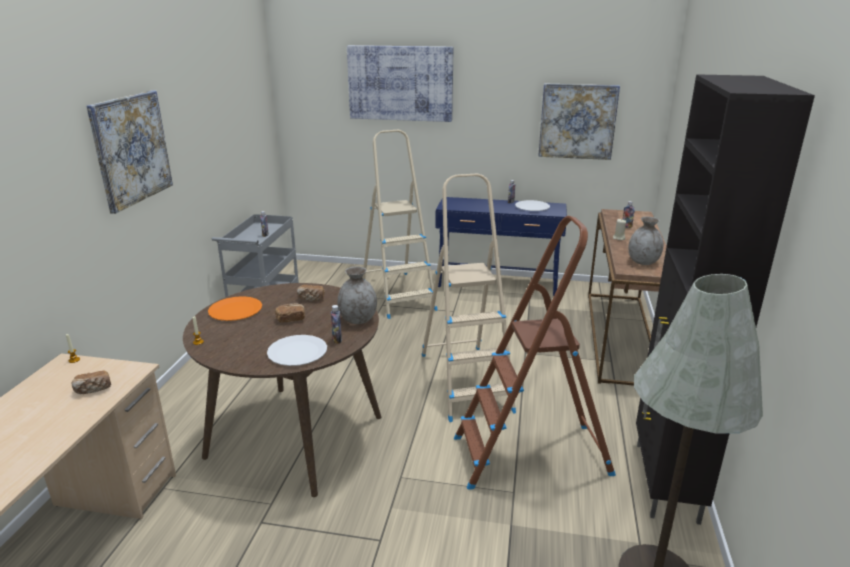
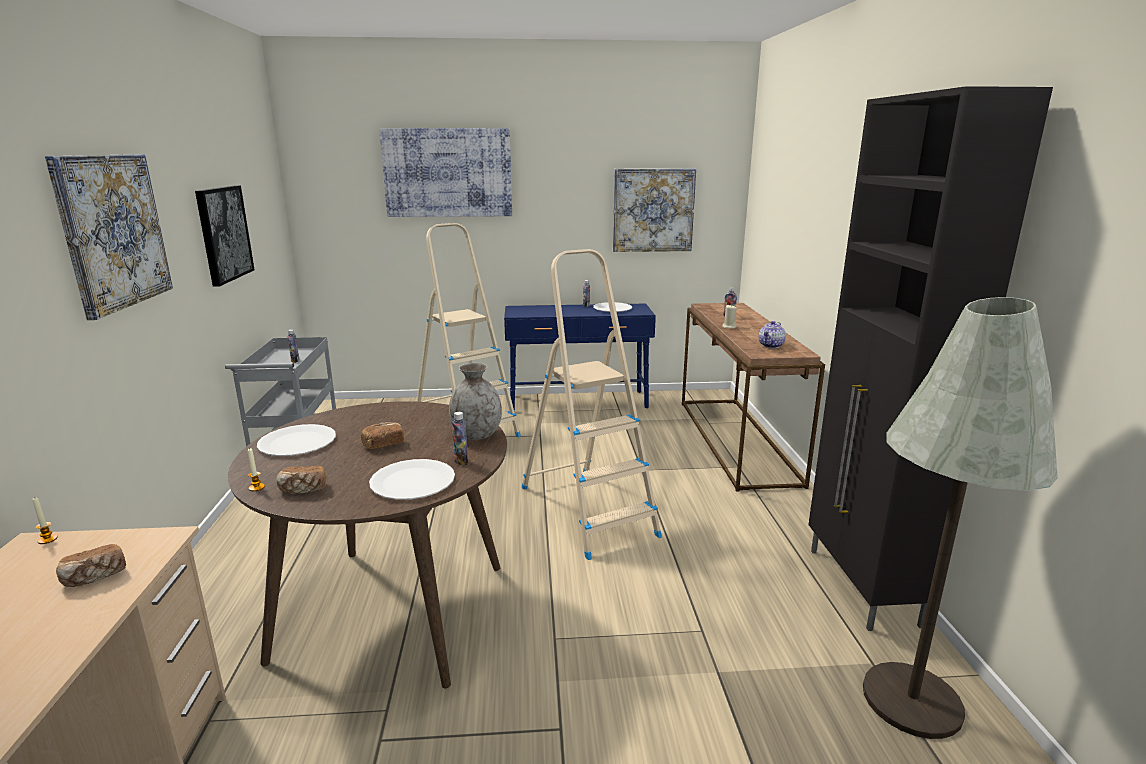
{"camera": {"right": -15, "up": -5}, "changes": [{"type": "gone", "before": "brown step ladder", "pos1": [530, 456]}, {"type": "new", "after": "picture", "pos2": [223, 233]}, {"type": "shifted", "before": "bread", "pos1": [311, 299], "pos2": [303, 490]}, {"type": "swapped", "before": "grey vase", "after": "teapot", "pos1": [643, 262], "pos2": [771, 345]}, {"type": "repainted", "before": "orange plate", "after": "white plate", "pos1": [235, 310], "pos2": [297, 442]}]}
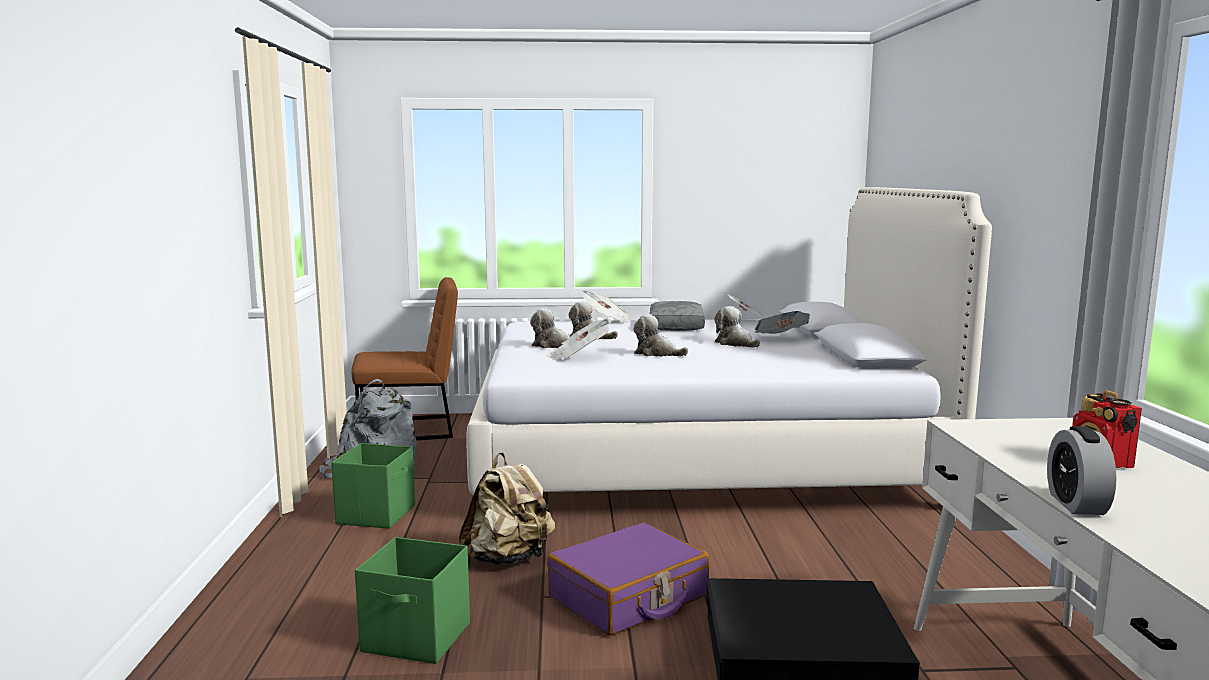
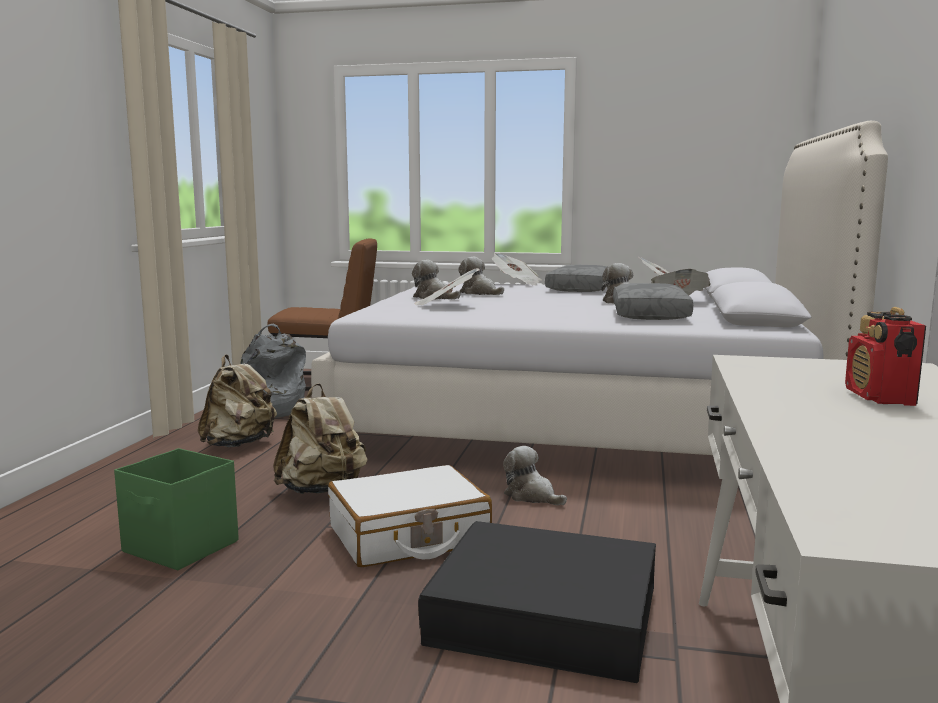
{"camera": {"right": 15, "up": 0}, "changes": [{"type": "gone", "before": "alarm clock", "pos1": [1076, 504]}, {"type": "new", "after": "grey pillow", "pos2": [651, 315]}, {"type": "shifted", "before": "plush toy", "pos1": [656, 353], "pos2": [532, 496]}, {"type": "swapped", "before": "green storage box", "after": "beige backpack", "pos1": [377, 514], "pos2": [239, 444]}, {"type": "repainted", "before": "purple suitcase", "after": "white suitcase", "pos1": [628, 597], "pos2": [409, 536]}]}
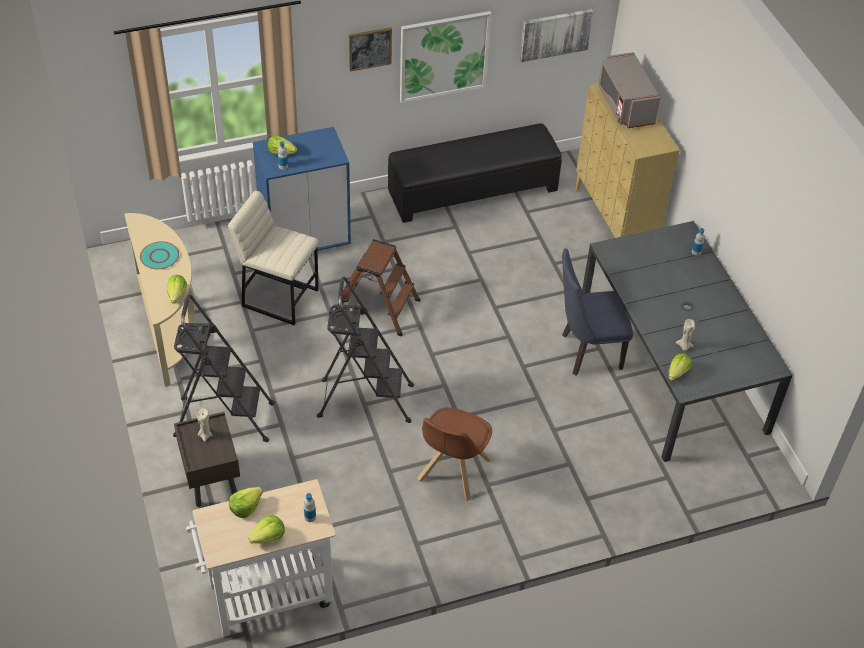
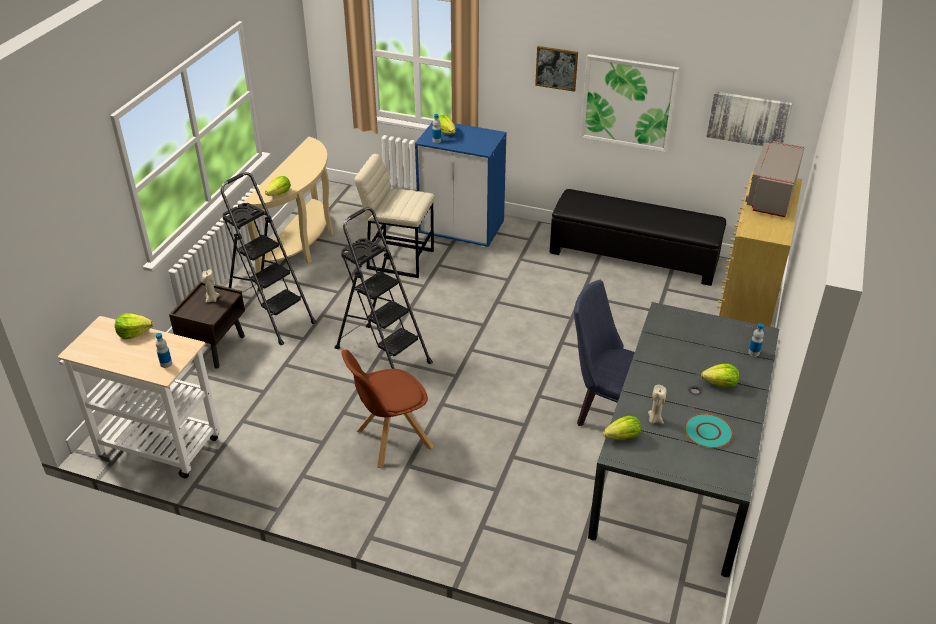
{"camera": {"right": 40, "up": -10}, "changes": [{"type": "gone", "before": "brown step ladder", "pos1": [376, 307]}, {"type": "shifted", "before": "turquoise plate", "pos1": [160, 256], "pos2": [708, 432]}, {"type": "shifted", "before": "lettuce", "pos1": [268, 537], "pos2": [720, 384]}, {"type": "rotated", "before": "beige chair", "pos1": [278, 297], "pos2": [398, 259], "turn": -45}]}
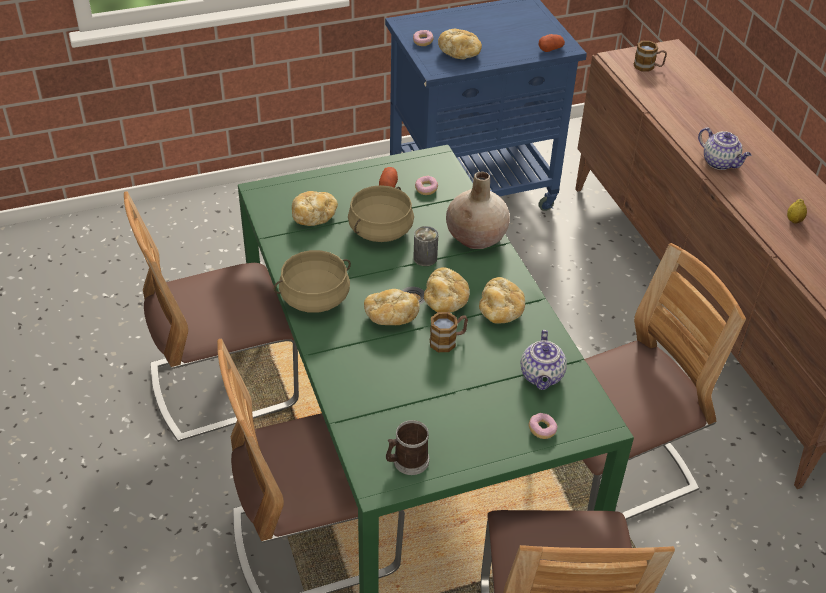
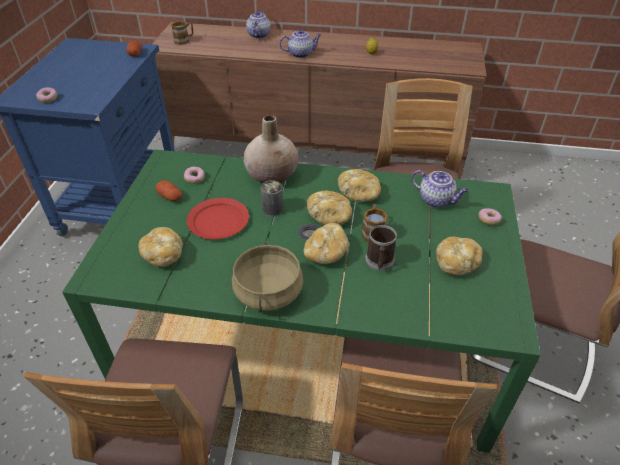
{"camera": {"right": -60, "up": 0}, "changes": [{"type": "new", "after": "teapot", "pos2": [258, 35]}, {"type": "shifted", "before": "mug", "pos1": [407, 461], "pos2": [379, 262]}, {"type": "shifted", "before": "bread", "pos1": [460, 53], "pos2": [456, 263]}, {"type": "swapped", "before": "beige cooking pot", "after": "red plate", "pos1": [380, 229], "pos2": [218, 220]}]}
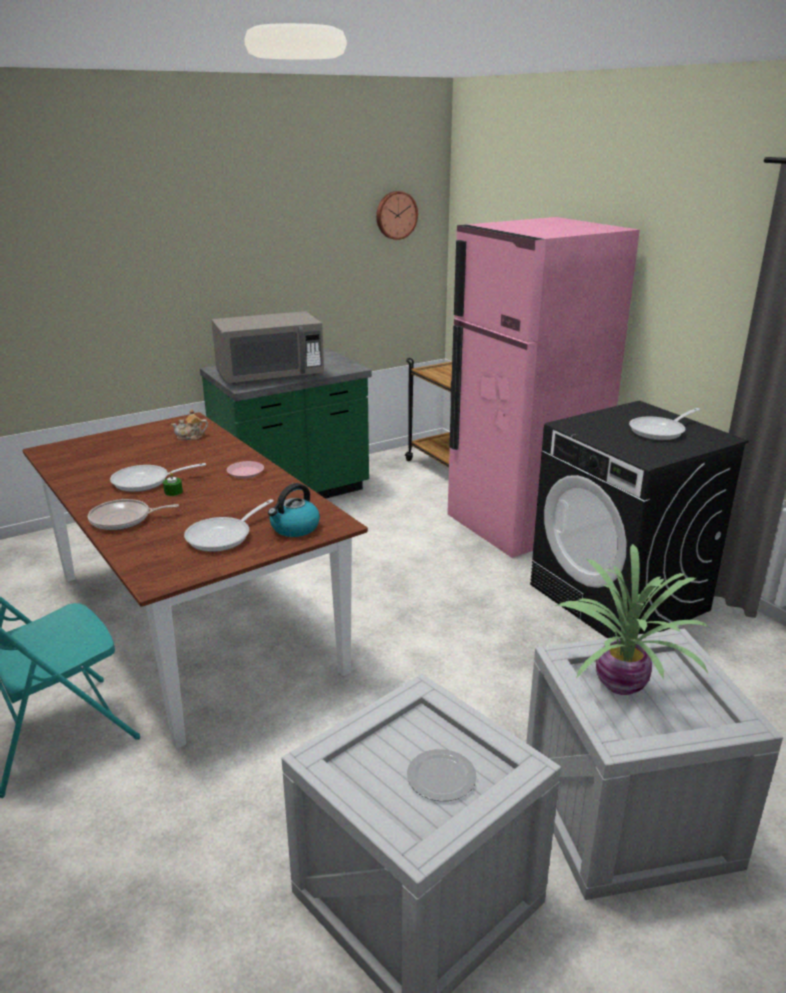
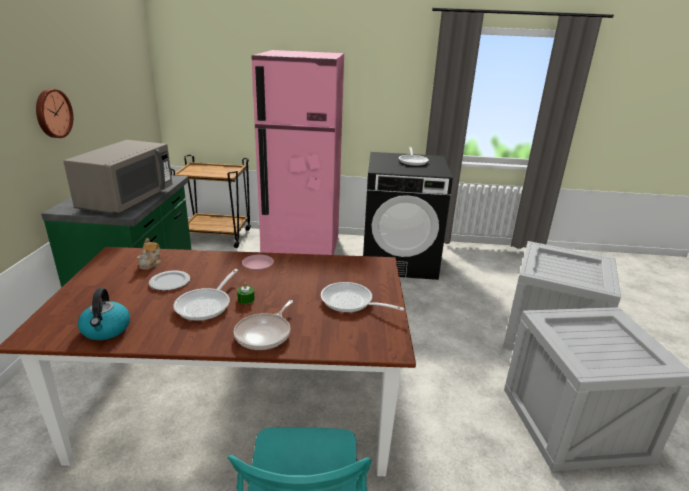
{"camera": {"right": -55, "up": 0}, "changes": [{"type": "gone", "before": "potted plant", "pos1": [618, 685]}, {"type": "shifted", "before": "kettle", "pos1": [294, 528], "pos2": [106, 330]}, {"type": "shifted", "before": "wall clock", "pos1": [395, 215], "pos2": [52, 113]}, {"type": "shifted", "before": "plate", "pos1": [440, 777], "pos2": [169, 282]}, {"type": "rotated", "before": "frying pan", "pos1": [223, 536], "pos2": [351, 302], "turn": 135}]}
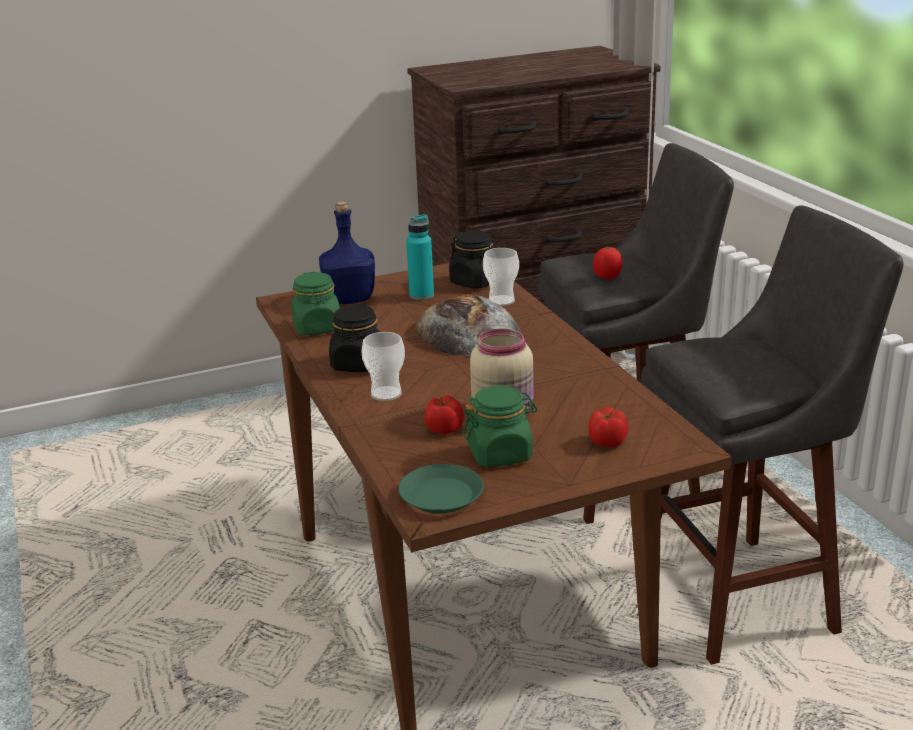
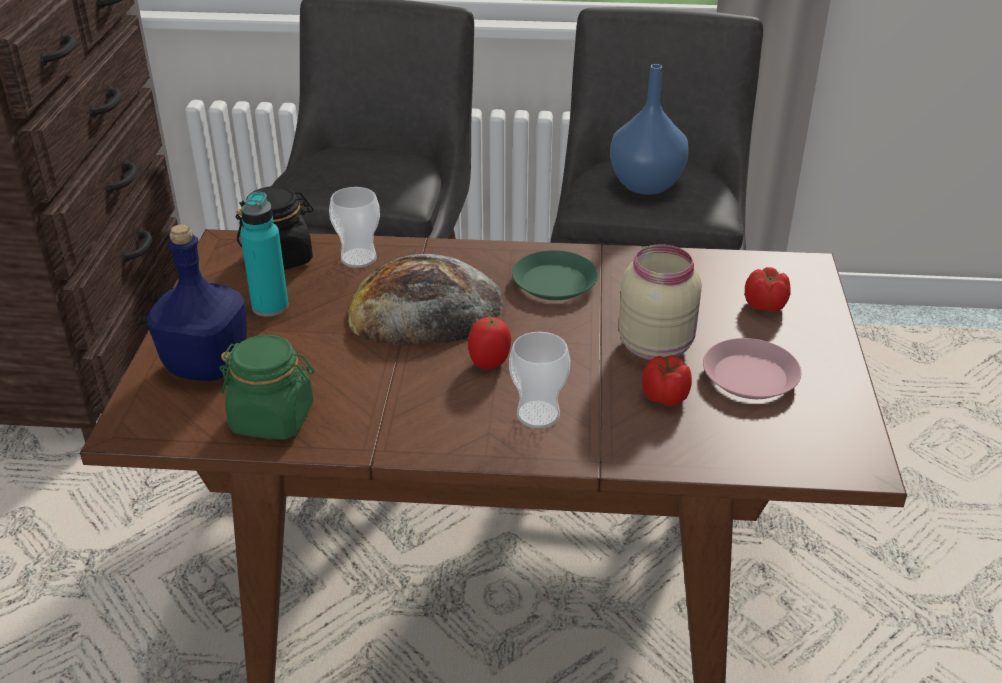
{"camera": {"right": -65, "up": 10}, "changes": [{"type": "gone", "before": "black jar", "pos1": [358, 364]}, {"type": "new", "after": "blue vase", "pos2": [646, 184]}, {"type": "shifted", "before": "green plate", "pos1": [442, 496], "pos2": [554, 282]}, {"type": "shifted", "before": "tomato", "pos1": [607, 277], "pos2": [490, 362]}, {"type": "swapped", "before": "green jar", "after": "pink plate", "pos1": [500, 454], "pos2": [750, 376]}]}
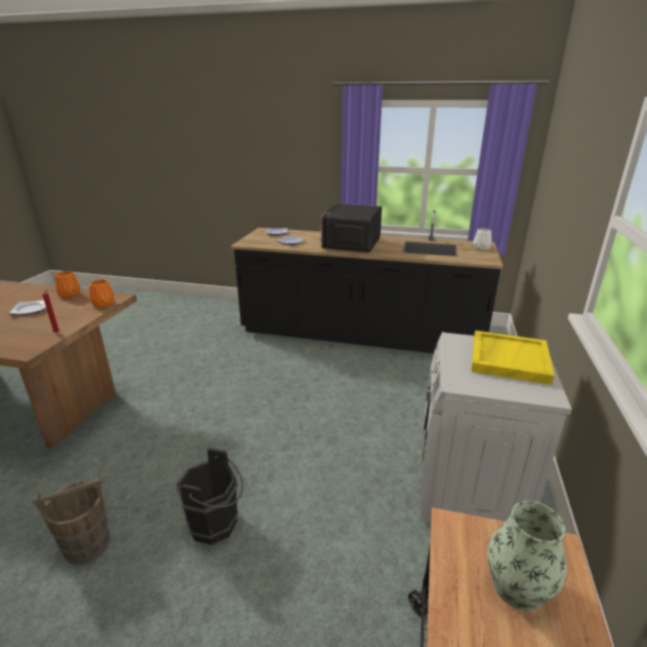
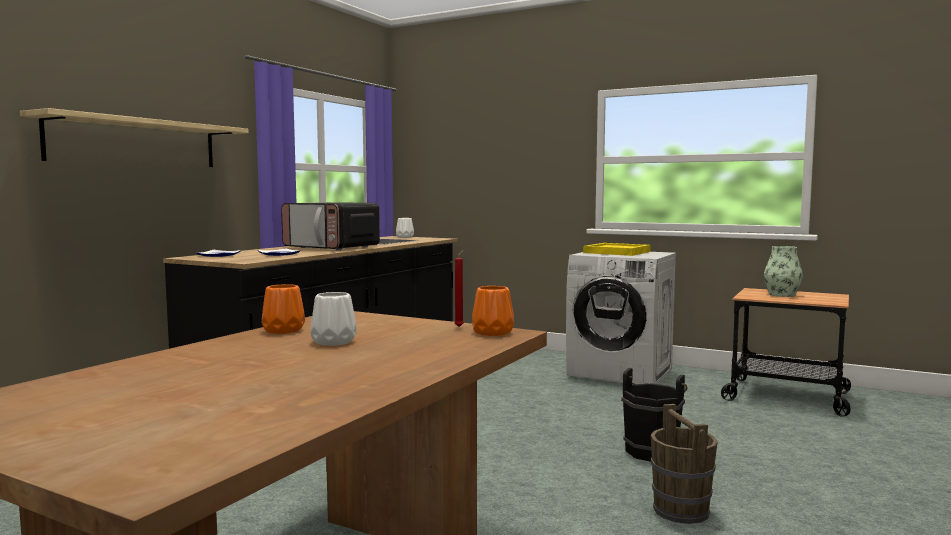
{"camera": {"right": -75, "up": -20}, "changes": [{"type": "new", "after": "shelf", "pos2": [135, 143]}, {"type": "shifted", "before": "orange vase", "pos1": [103, 304], "pos2": [492, 332]}, {"type": "swapped", "before": "plate", "after": "white vase", "pos1": [30, 309], "pos2": [332, 342]}]}
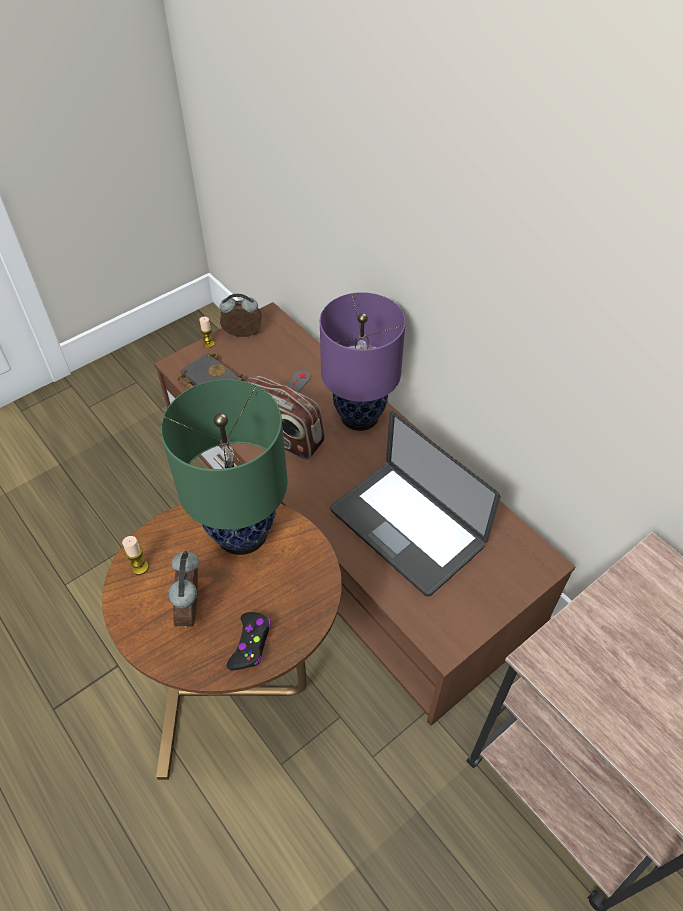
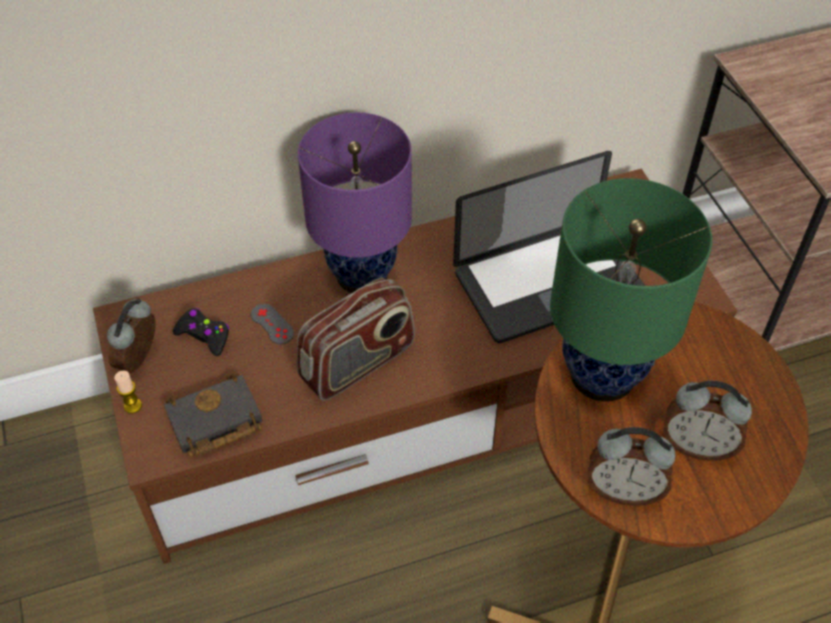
{"camera": {"right": -70, "up": 0}, "changes": [{"type": "shifted", "before": "black game controller", "pos1": [250, 644], "pos2": [204, 335]}, {"type": "swapped", "before": "candle", "after": "alarm clock", "pos1": [140, 567], "pos2": [623, 490]}]}
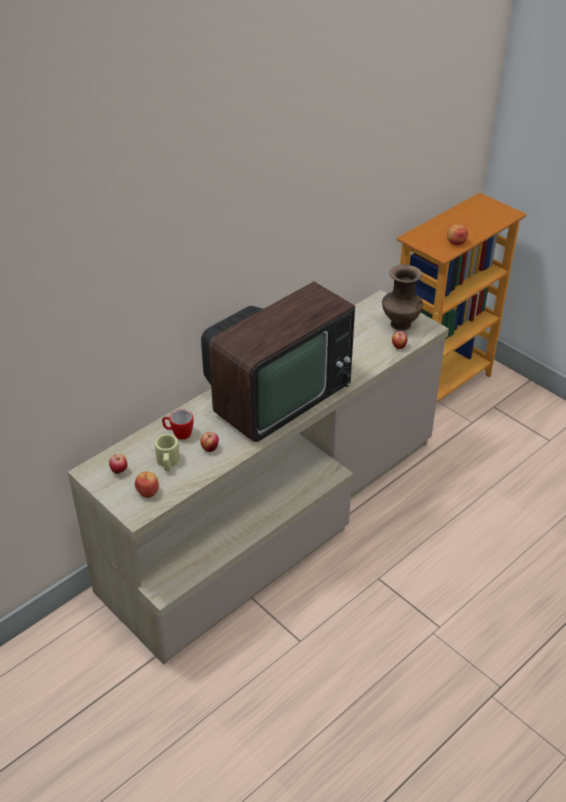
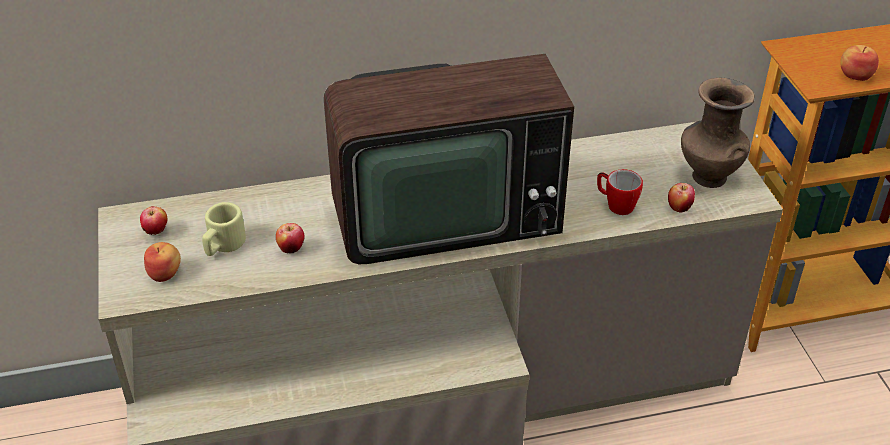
{"camera": {"right": 30, "up": 0}, "changes": [{"type": "shifted", "before": "mug", "pos1": [178, 433], "pos2": [615, 205]}]}
